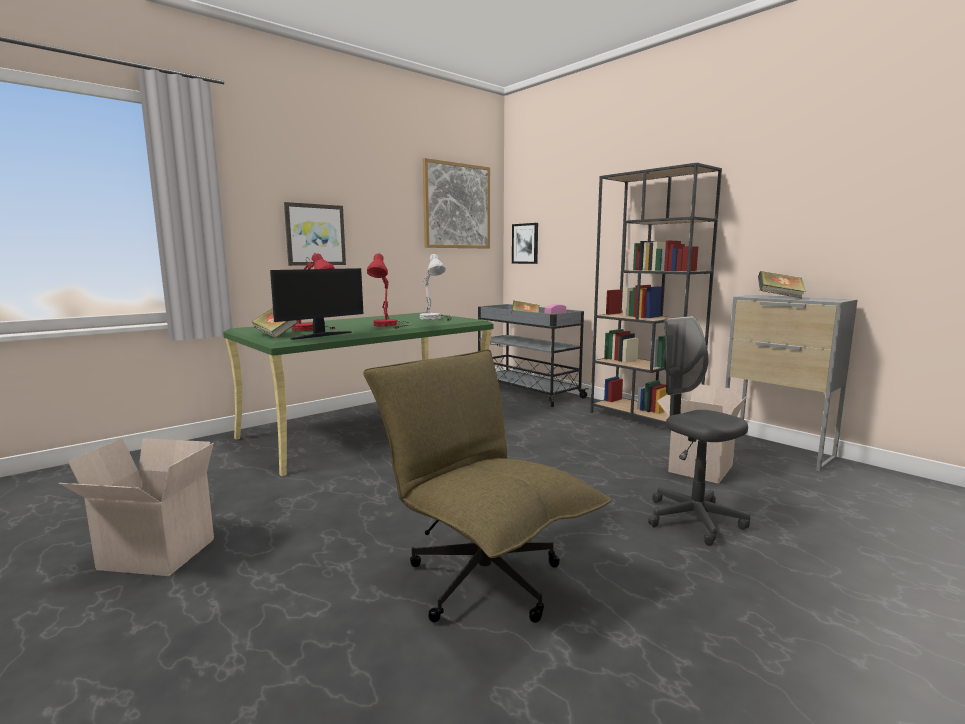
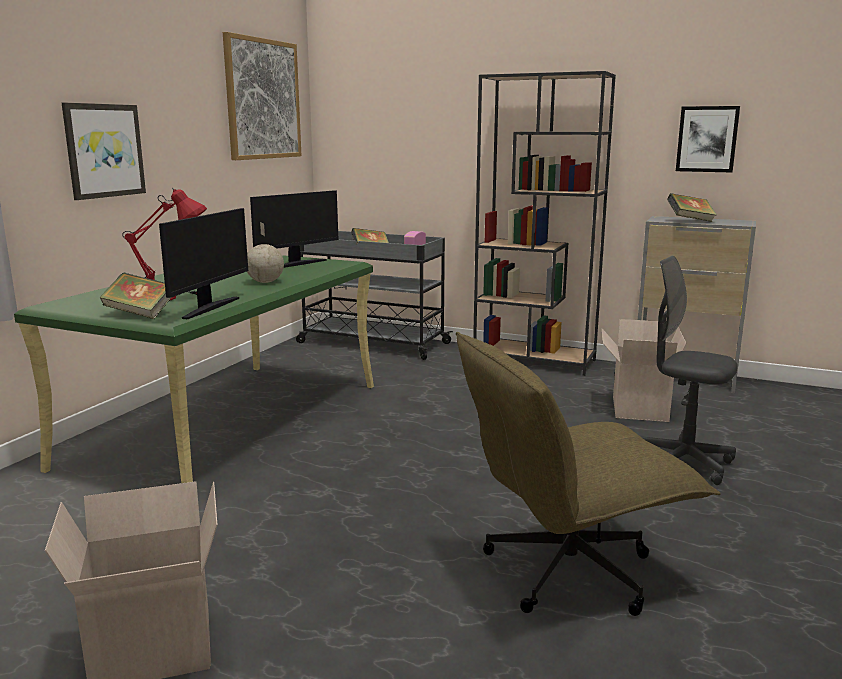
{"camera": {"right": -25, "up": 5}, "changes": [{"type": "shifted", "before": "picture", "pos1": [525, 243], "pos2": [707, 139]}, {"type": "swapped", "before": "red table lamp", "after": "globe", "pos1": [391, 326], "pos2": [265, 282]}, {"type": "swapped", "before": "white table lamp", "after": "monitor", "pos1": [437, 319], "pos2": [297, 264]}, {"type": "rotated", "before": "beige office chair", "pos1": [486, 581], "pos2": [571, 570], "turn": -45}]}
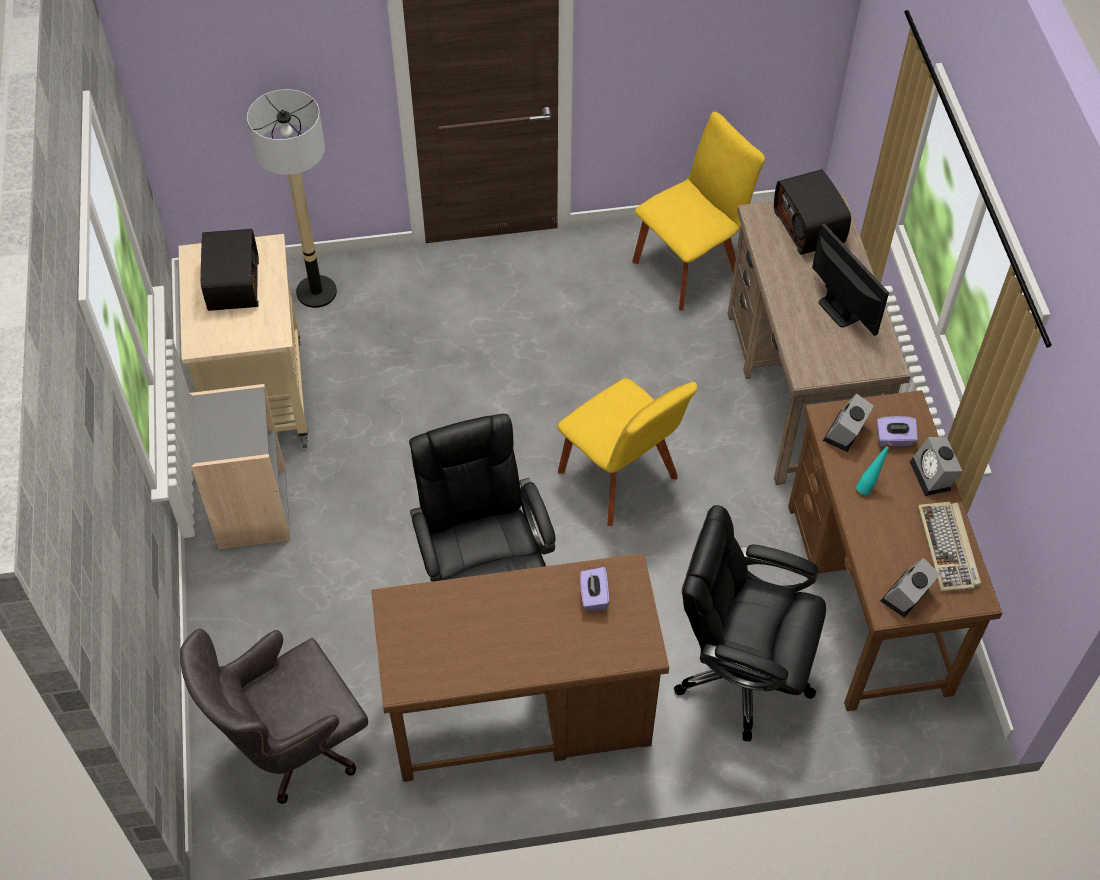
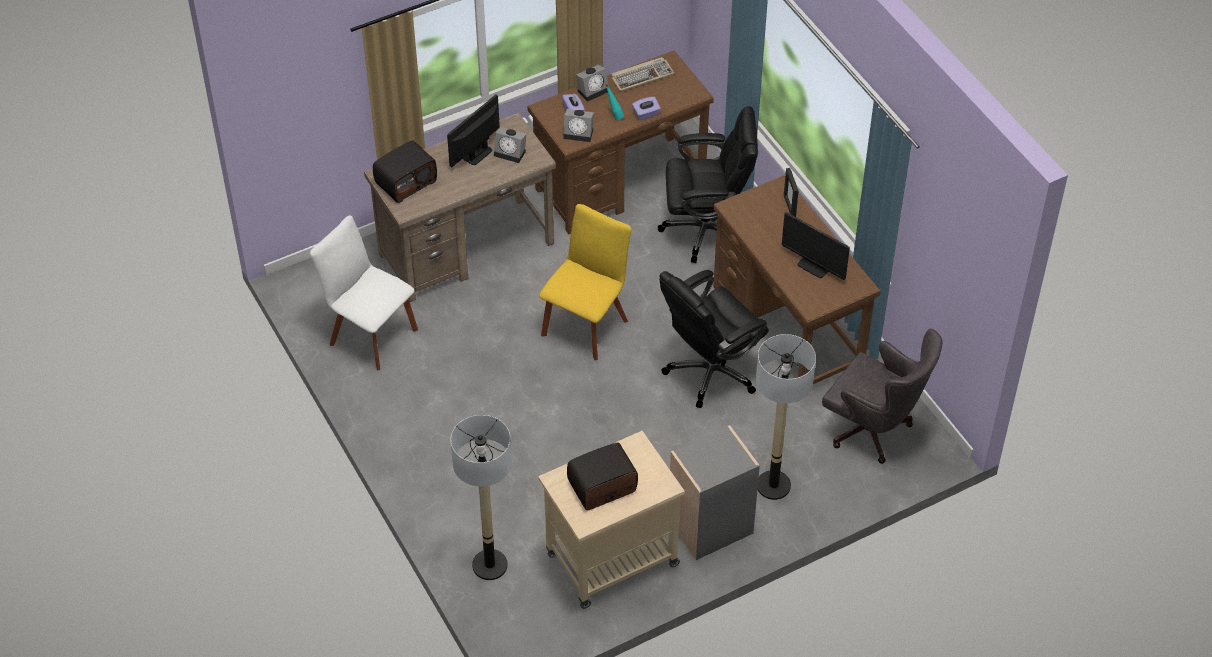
{"camera": {"right": -110, "up": -5}, "changes": [{"type": "new", "after": "floor lamp", "pos2": [773, 486]}, {"type": "new", "after": "monitor", "pos2": [814, 266]}, {"type": "new", "after": "picture frame", "pos2": [790, 206]}, {"type": "shifted", "before": "purple tissue box", "pos1": [594, 596], "pos2": [646, 114]}, {"type": "shifted", "before": "alarm clock", "pos1": [906, 597], "pos2": [511, 152]}, {"type": "repainted", "before": "yellow chair", "after": "white chair", "pos1": [690, 266], "pos2": [370, 334]}, {"type": "rotated", "before": "black office chair", "pos1": [743, 675], "pos2": [705, 229], "turn": -90}]}
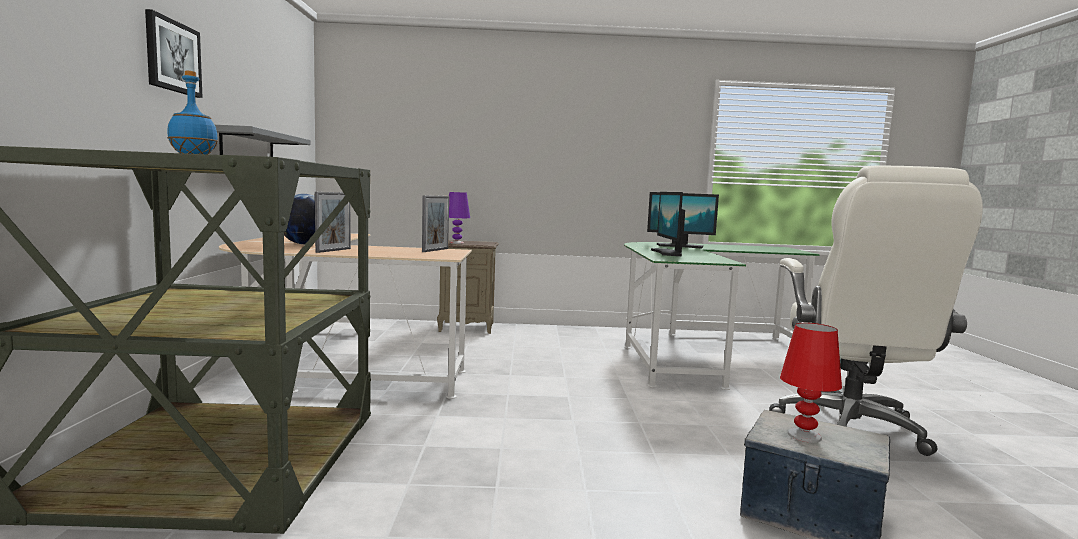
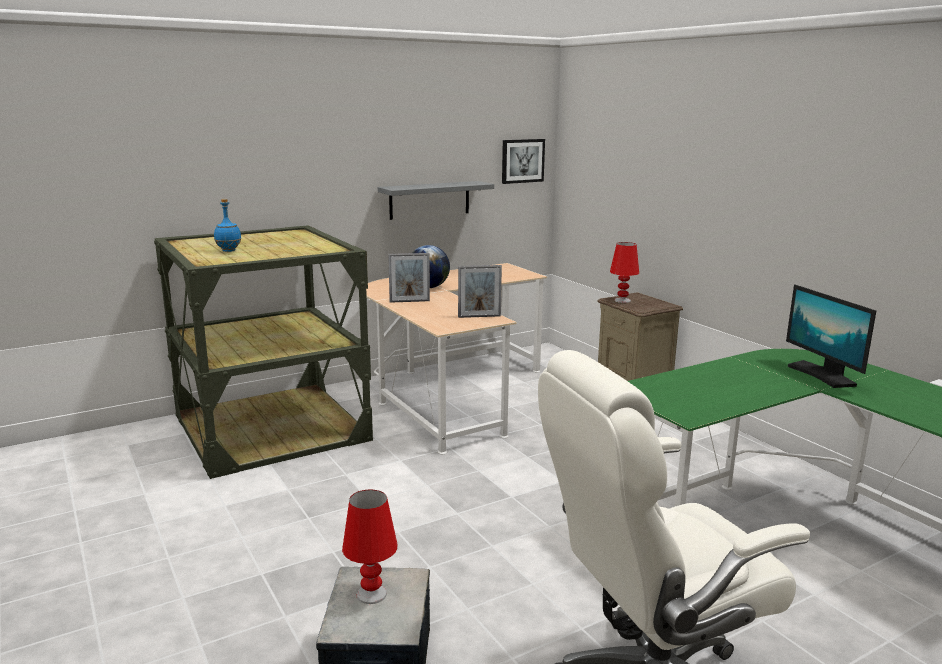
{"camera": {"right": 60, "up": 10}, "changes": [{"type": "gone", "before": "monitor", "pos1": [668, 253]}, {"type": "shifted", "before": "picture", "pos1": [172, 56], "pos2": [522, 161]}, {"type": "repainted", "before": "purple table lamp", "after": "red table lamp", "pos1": [457, 243], "pos2": [622, 300]}]}
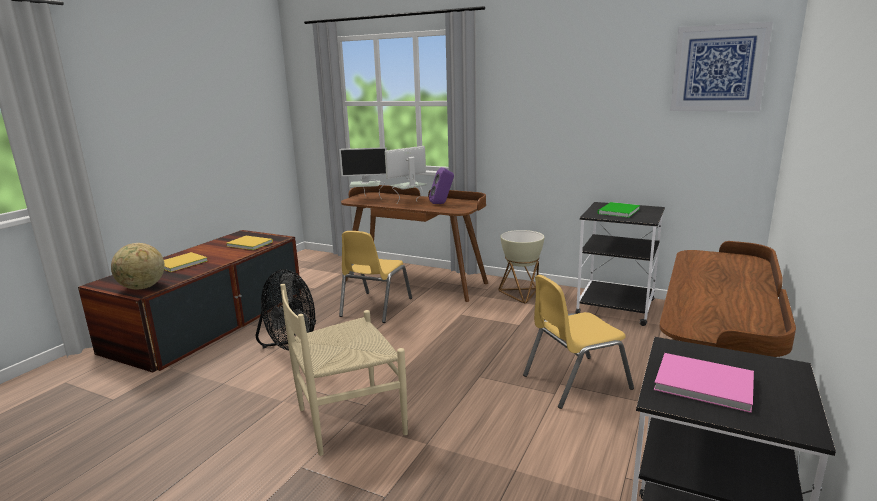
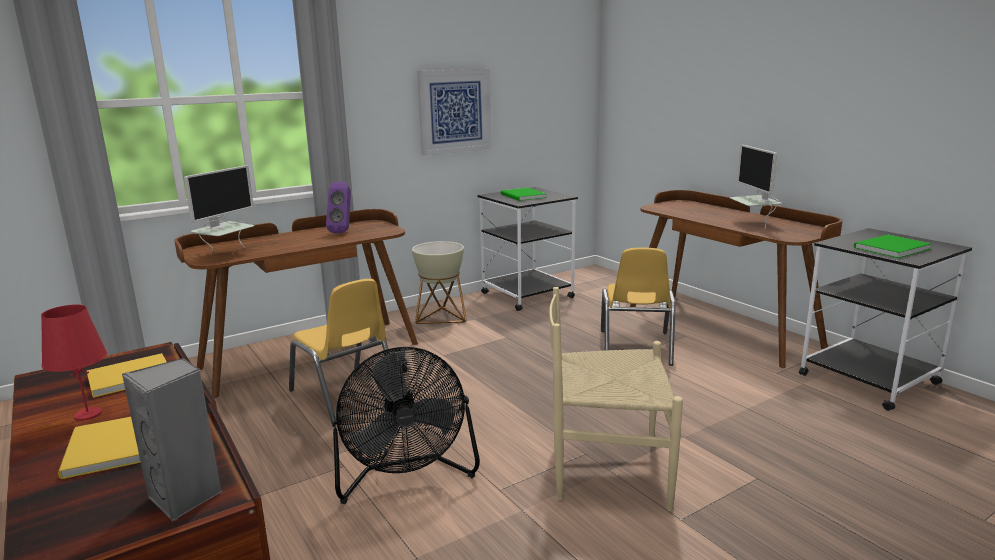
{"camera": {"right": -60, "up": 0}, "changes": [{"type": "new", "after": "red table lamp", "pos2": [88, 414]}, {"type": "shifted", "before": "monitor", "pos1": [409, 201], "pos2": [754, 223]}, {"type": "shifted", "before": "picture", "pos1": [718, 68], "pos2": [455, 111]}, {"type": "swapped", "before": "globe", "after": "grey speaker", "pos1": [142, 288], "pos2": [186, 497]}, {"type": "repainted", "before": "pink book", "after": "green book", "pos1": [701, 382], "pos2": [889, 248]}, {"type": "rotated", "before": "beige chair", "pos1": [349, 420], "pos2": [607, 470], "turn": 90}]}
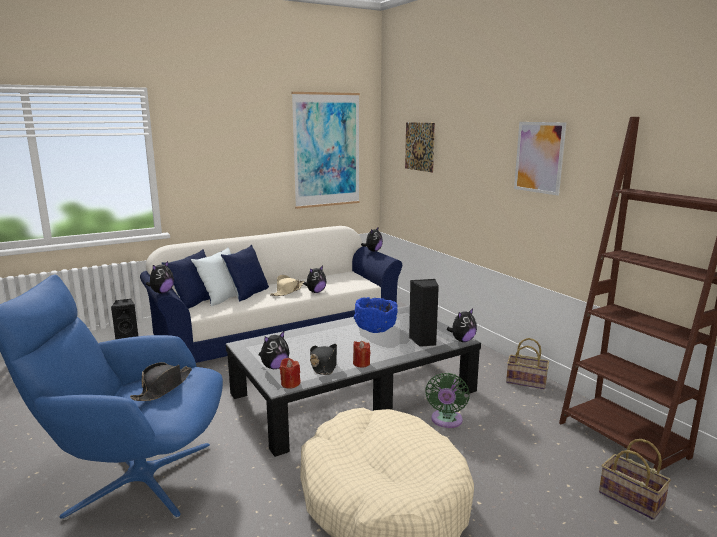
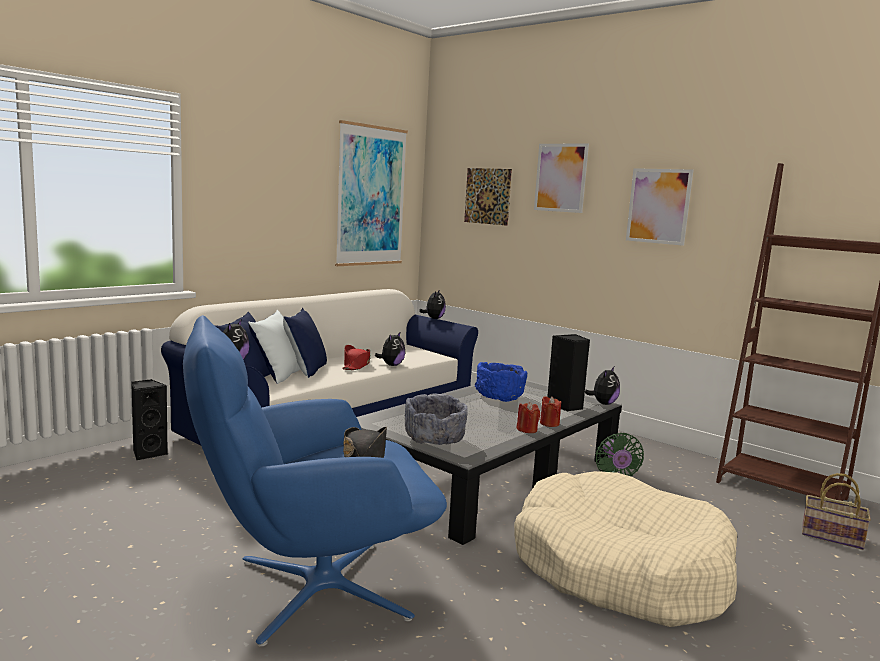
{"camera": {"right": -20, "up": -5}, "changes": [{"type": "gone", "before": "black hat", "pos1": [324, 365]}, {"type": "gone", "before": "basket", "pos1": [527, 381]}, {"type": "new", "after": "picture", "pos2": [560, 177]}, {"type": "shifted", "before": "red candle", "pos1": [290, 384], "pos2": [549, 423]}, {"type": "swapped", "before": "plush toy", "after": "grey bowl", "pos1": [274, 367], "pos2": [434, 439]}, {"type": "repainted", "before": "beige hat", "after": "red hat", "pos1": [287, 291], "pos2": [356, 365]}]}
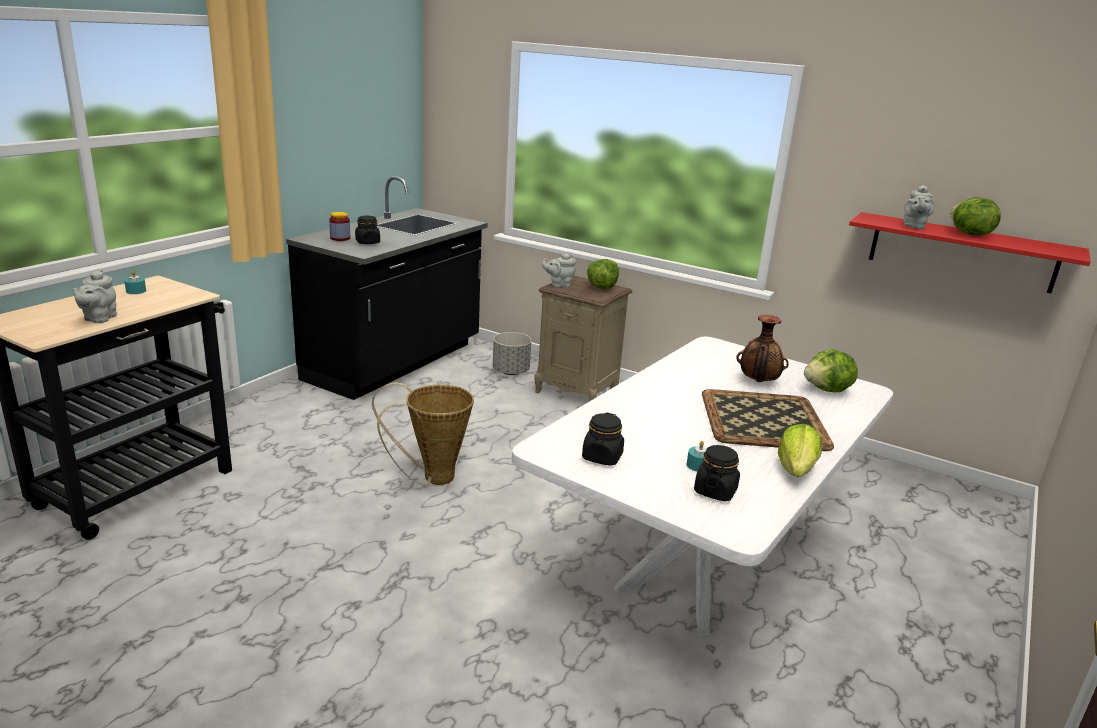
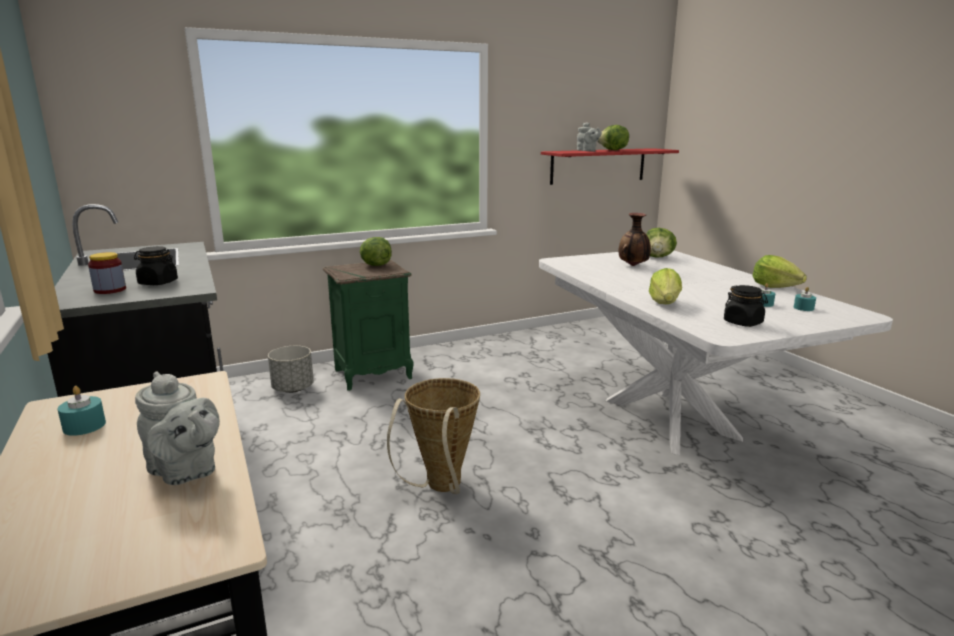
{"camera": {"right": -55, "up": -5}, "changes": [{"type": "gone", "before": "grey teapot", "pos1": [559, 285]}, {"type": "gone", "before": "tray", "pos1": [765, 421]}, {"type": "new", "after": "lettuce", "pos2": [664, 303]}, {"type": "swapped", "before": "black jar", "after": "turquoise candle", "pos1": [715, 491], "pos2": [803, 308]}, {"type": "repainted", "before": "beige nightstand", "after": "green nightstand", "pos1": [576, 392], "pos2": [373, 374]}]}
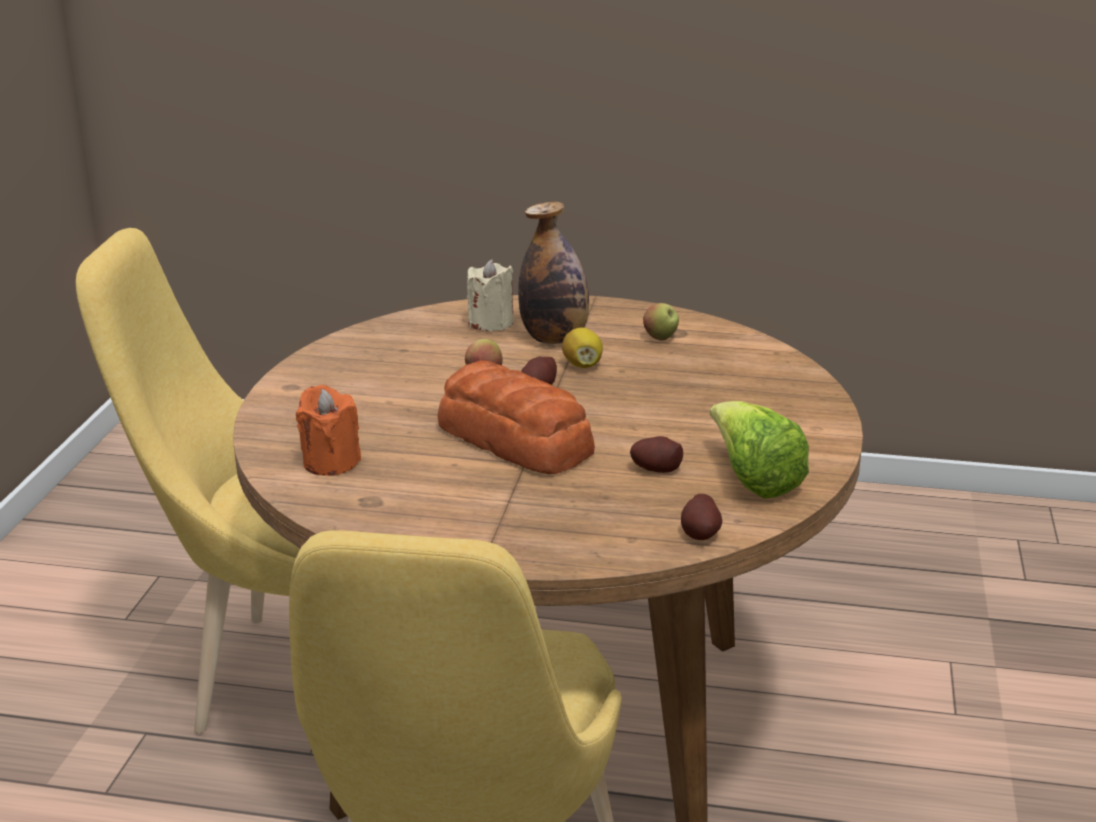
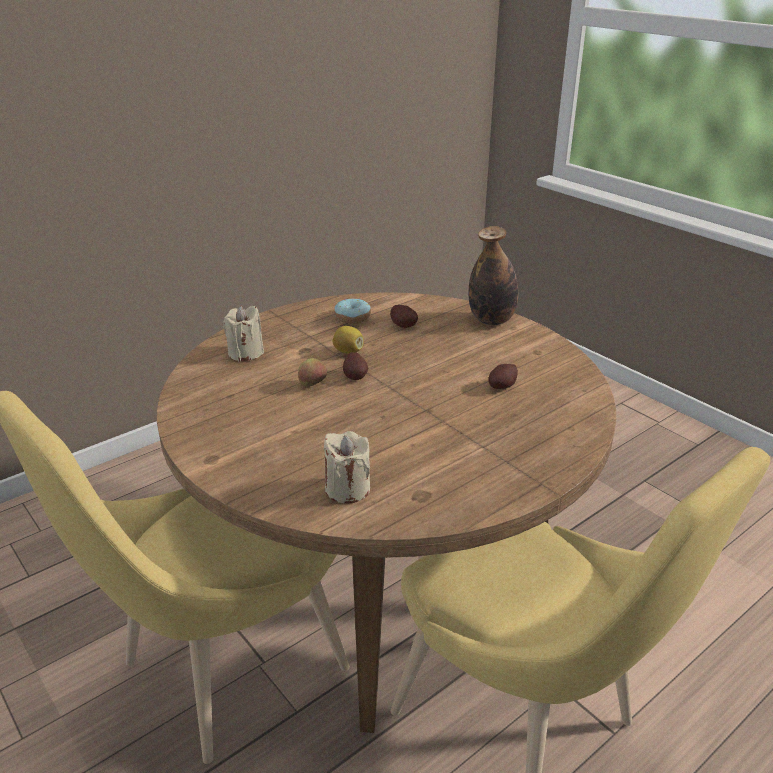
{"camera": {"right": -50, "up": 5}, "changes": [{"type": "gone", "before": "bread", "pos1": [515, 440]}, {"type": "gone", "before": "lettuce", "pos1": [753, 479]}, {"type": "shifted", "before": "bottle", "pos1": [554, 339], "pos2": [491, 320]}, {"type": "shifted", "before": "potato", "pos1": [700, 534], "pos2": [404, 325]}, {"type": "swapped", "before": "apple", "after": "donut", "pos1": [660, 338], "pos2": [352, 317]}, {"type": "repainted", "before": "orange candle", "after": "beige candle", "pos1": [330, 462], "pos2": [347, 489]}]}
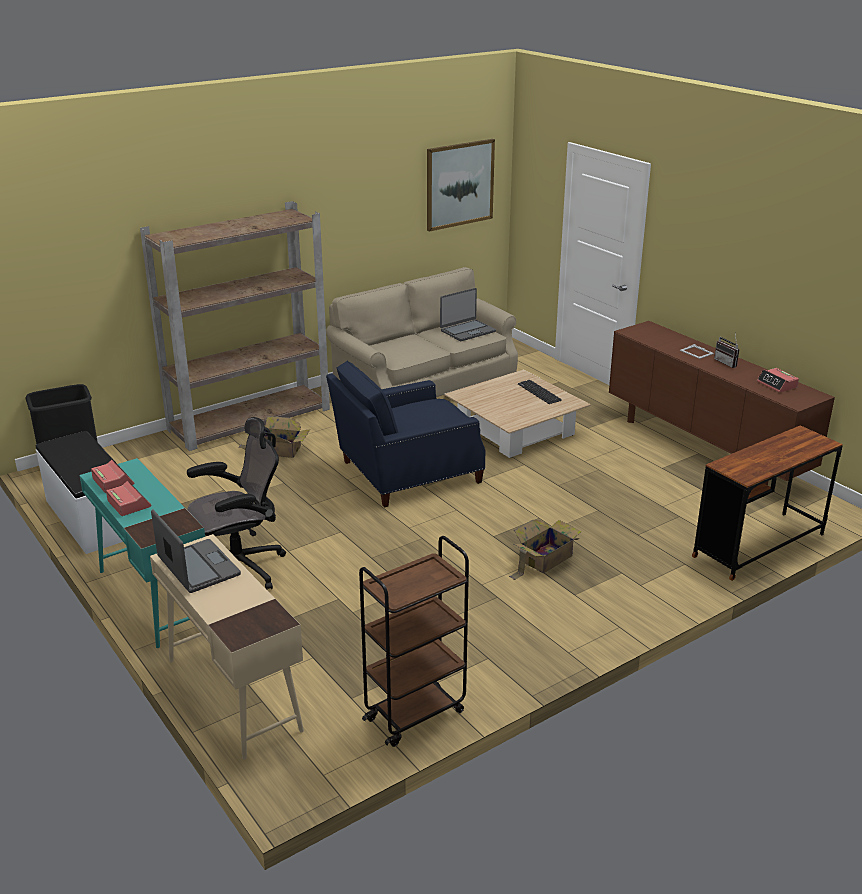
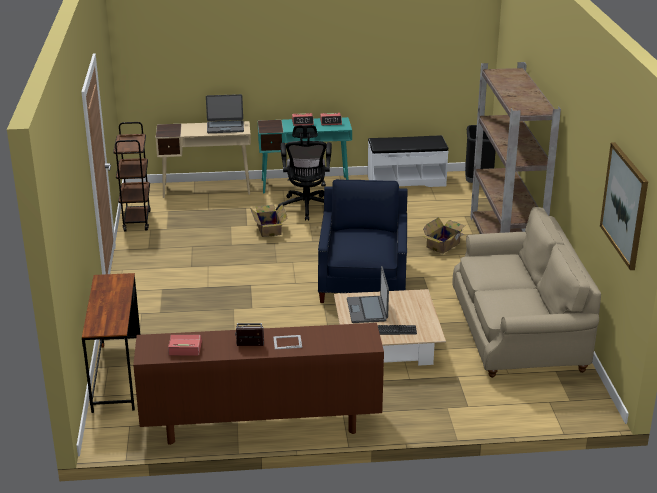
{"camera": {"right": 120, "up": 0}, "changes": [{"type": "shifted", "before": "laptop", "pos1": [467, 331], "pos2": [367, 310]}, {"type": "shifted", "before": "cardboard box", "pos1": [544, 559], "pos2": [269, 229]}]}
